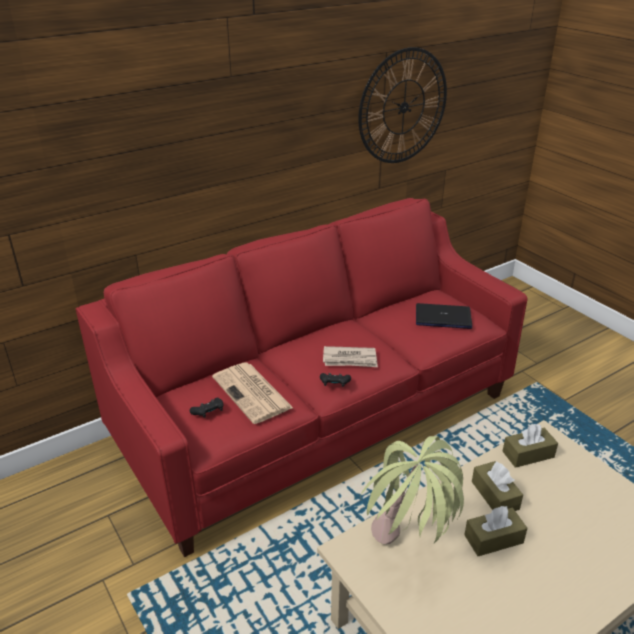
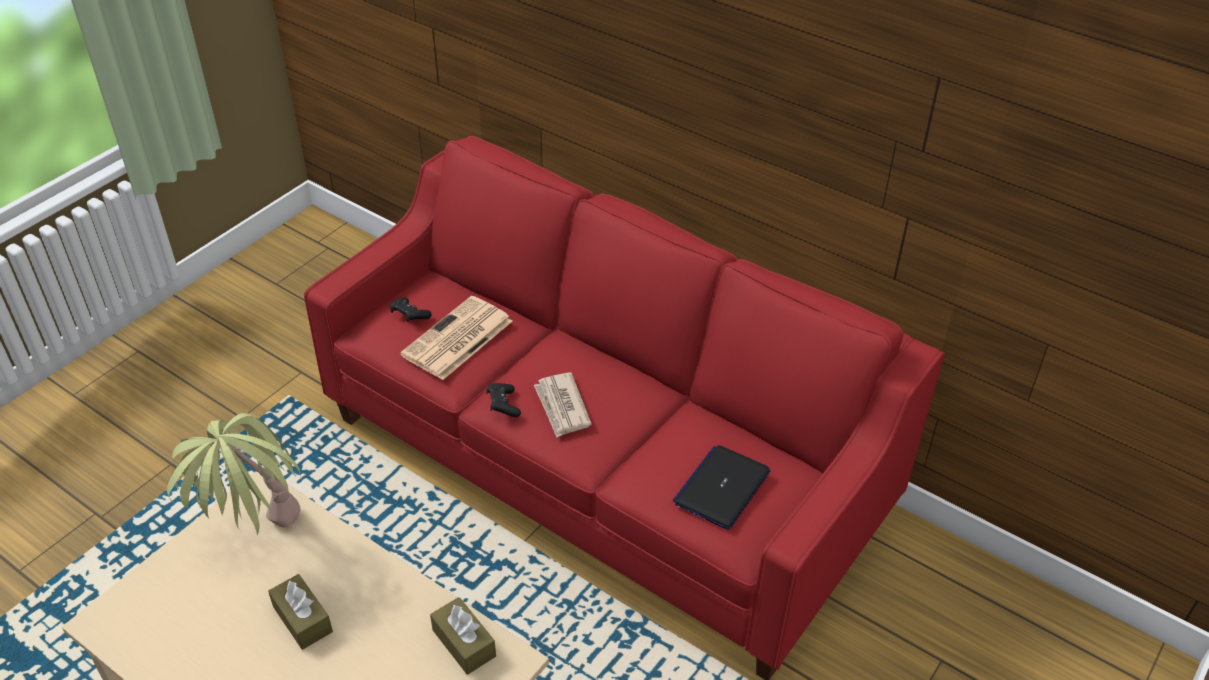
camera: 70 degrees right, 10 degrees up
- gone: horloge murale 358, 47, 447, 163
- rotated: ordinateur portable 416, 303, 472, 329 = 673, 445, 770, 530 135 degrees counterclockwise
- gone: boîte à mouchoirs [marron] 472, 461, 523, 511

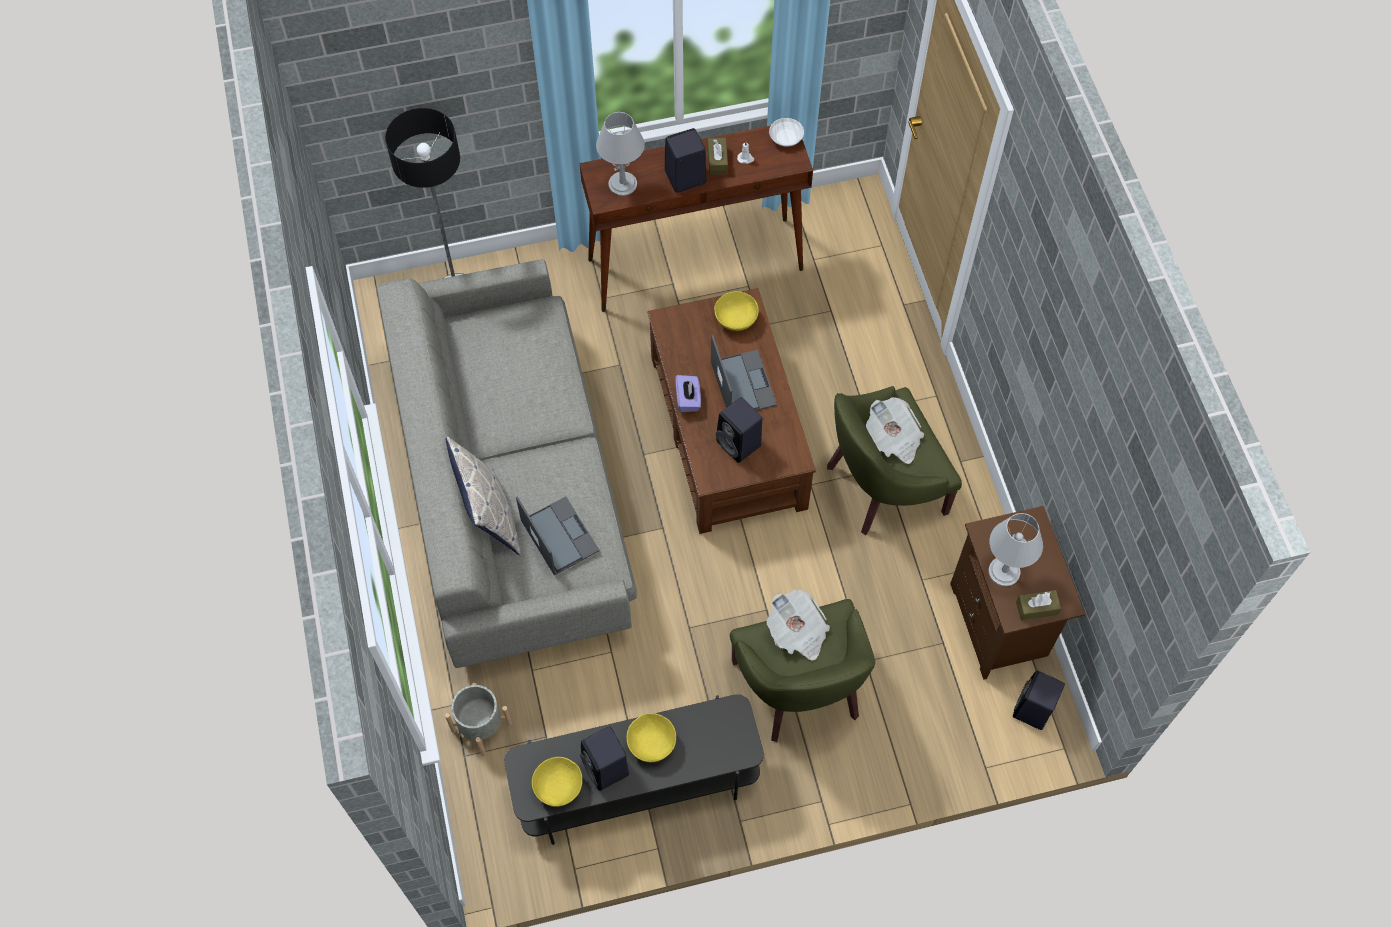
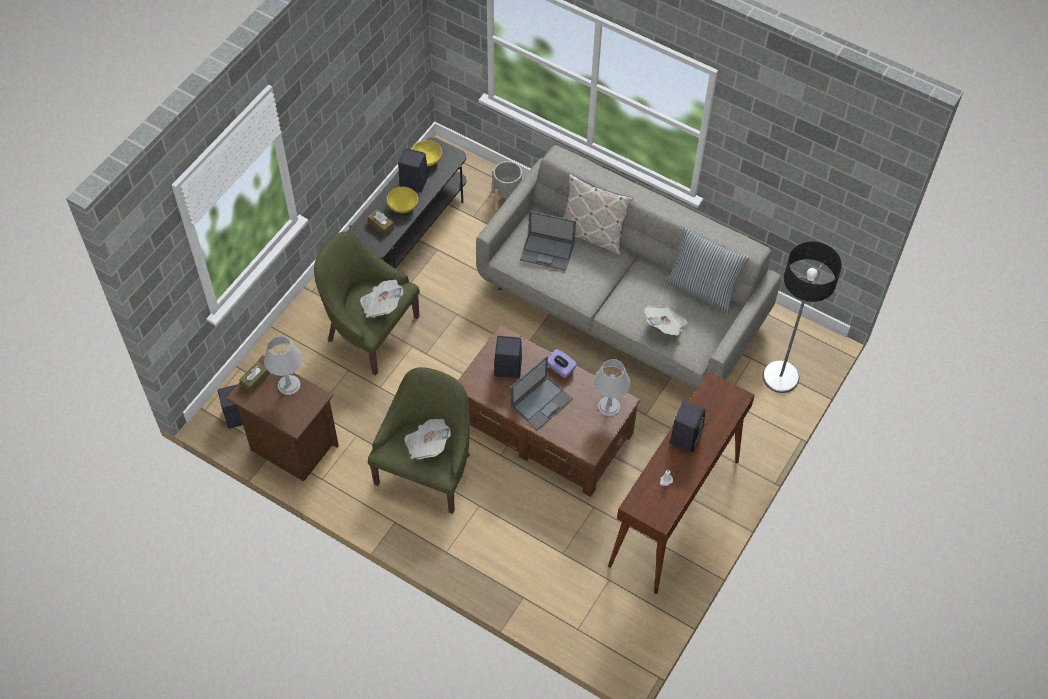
camera: 135 degrees right, 5 degrees down
- shifted: lampe de table [gris] 596, 112, 645, 196 to 593, 359, 630, 416
- gone: bol [blanc] 769, 118, 804, 147
- shifted: boîte à mouchoirs [marron] 708, 138, 728, 175 to 367, 209, 394, 236
- gone: bol [jaune] 714, 291, 759, 331
- rotated: ordinateur portable 711, 335, 777, 411 = 511, 356, 573, 430 75 degrees counterclockwise
- new: coussin 665, 227, 750, 314
- new: journal 644, 306, 688, 336

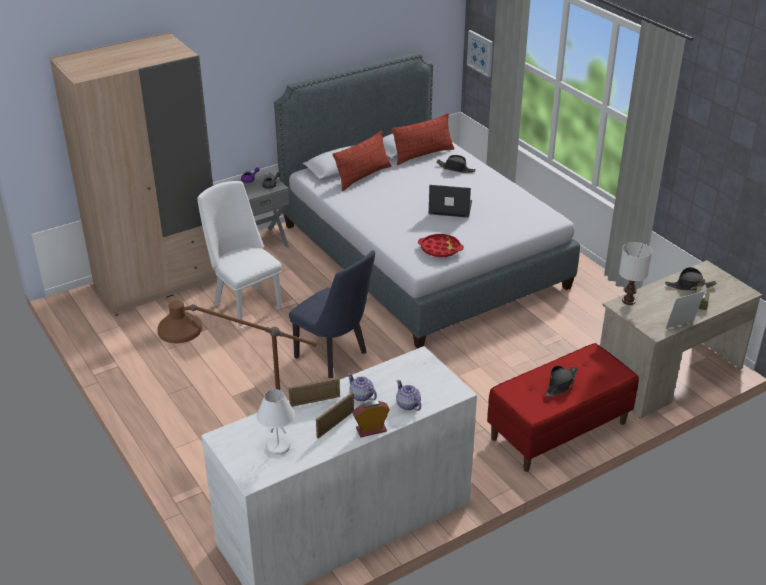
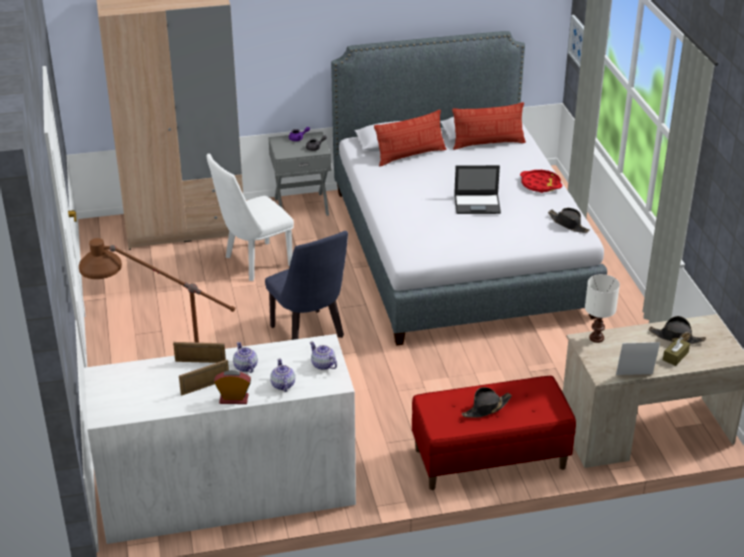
camera: 20 degrees right, 0 degrees up
- shifted: chapeau [noir] 436, 155, 476, 173 to 548, 208, 590, 233
- rotated: chaise [blanc] 197, 181, 282, 326 = 207, 154, 294, 281 105 degrees counterclockwise
- rotated: ordinateur portable 429, 185, 472, 218 = 454, 165, 501, 214 150 degrees clockwise
- shifted: plateau [rouge] 418, 234, 464, 257 to 520, 170, 562, 193
- gone: lampe de table [blanc] 257, 389, 295, 455
- new: théière 310, 341, 337, 370

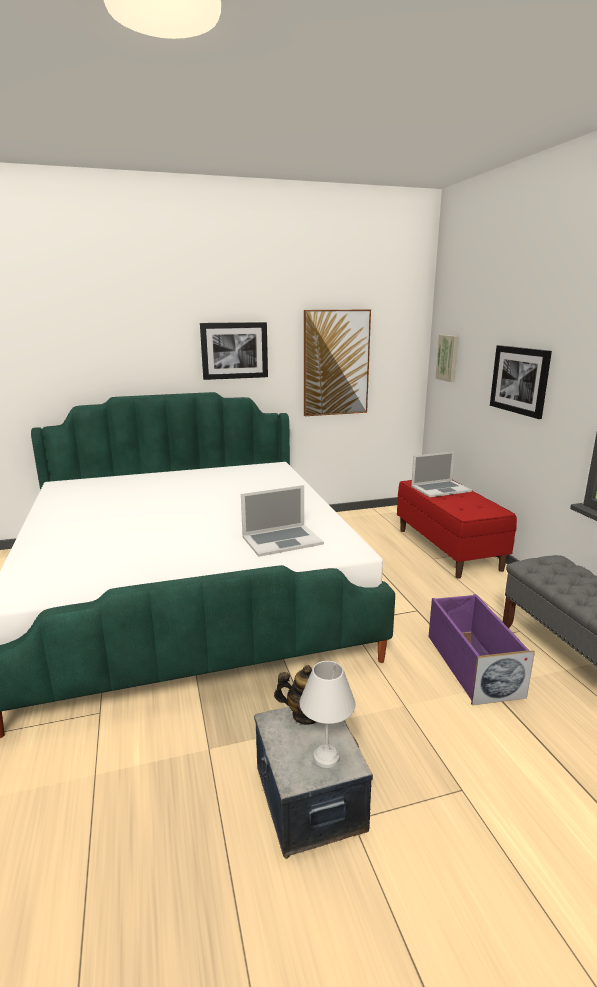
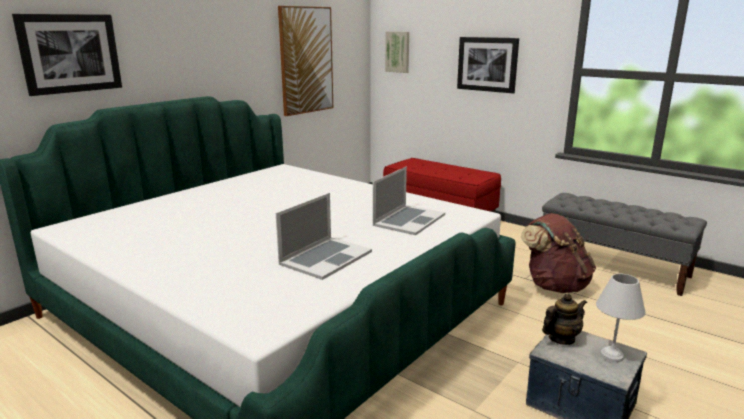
camera: 35 degrees left, 0 degrees up
- shifted: tableau 200, 322, 268, 380 to 12, 14, 122, 96
- shifted: ordinateur portable 411, 451, 472, 497 to 276, 193, 372, 280
- swapped: boîte de rangement [violet] 428, 594, 535, 705 to sac à dos [marron] 521, 213, 596, 293

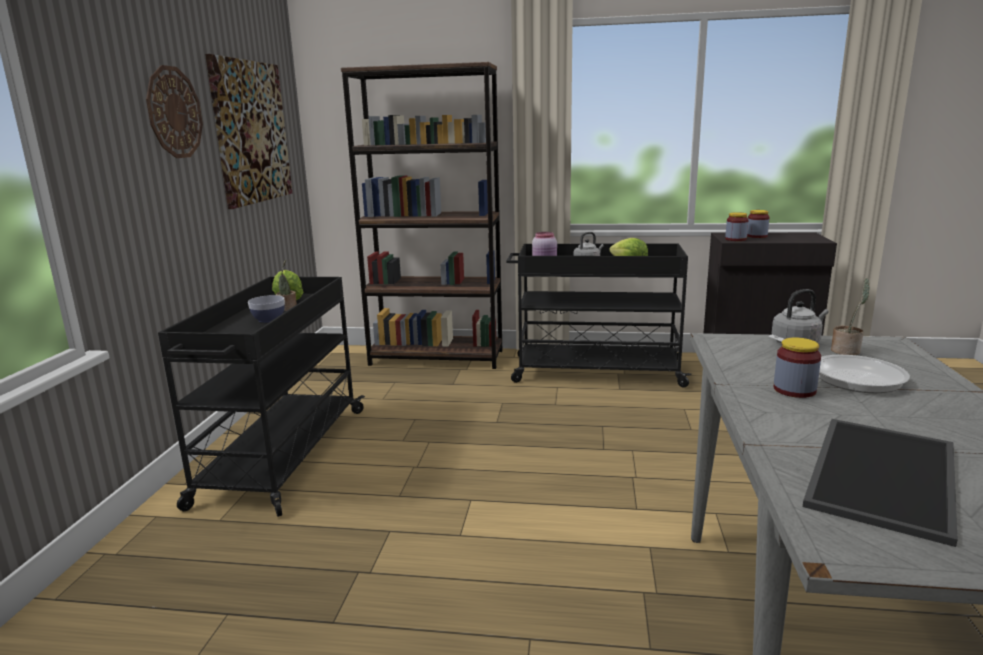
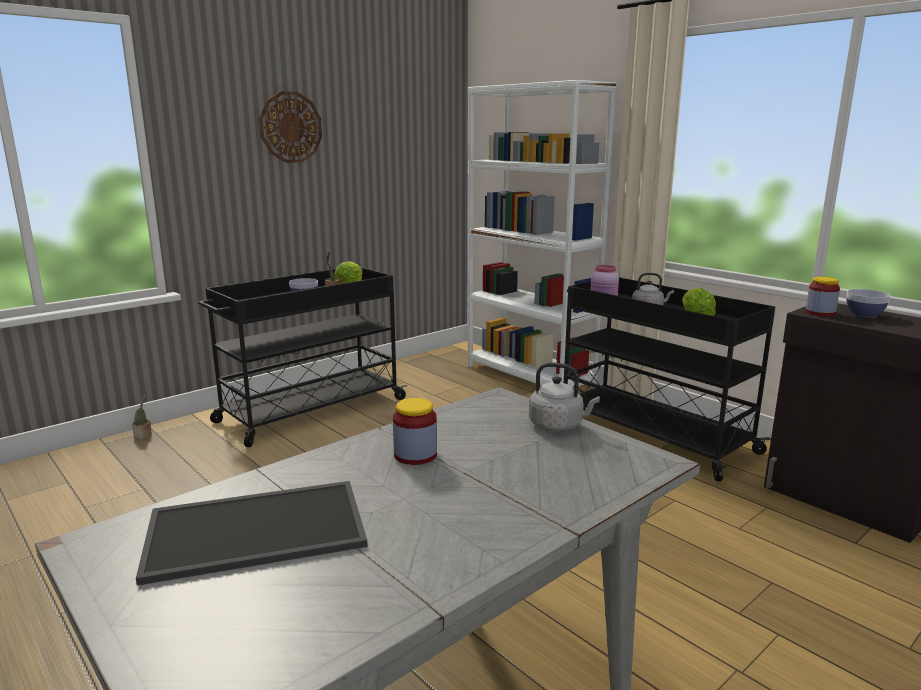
camera: 40 degrees right, 0 degrees up
- gone: tableau 205, 54, 293, 209
- repainted: bibliothèque [marron] 341, 62, 502, 369 to bibliothèque [blanc] 468, 80, 617, 388
- swapped: bocal 747, 210, 769, 238 to bol 846, 289, 890, 318
- shifted: plante en pot 831, 278, 870, 355 to 132, 394, 152, 439
- gone: poêle 769, 335, 910, 393

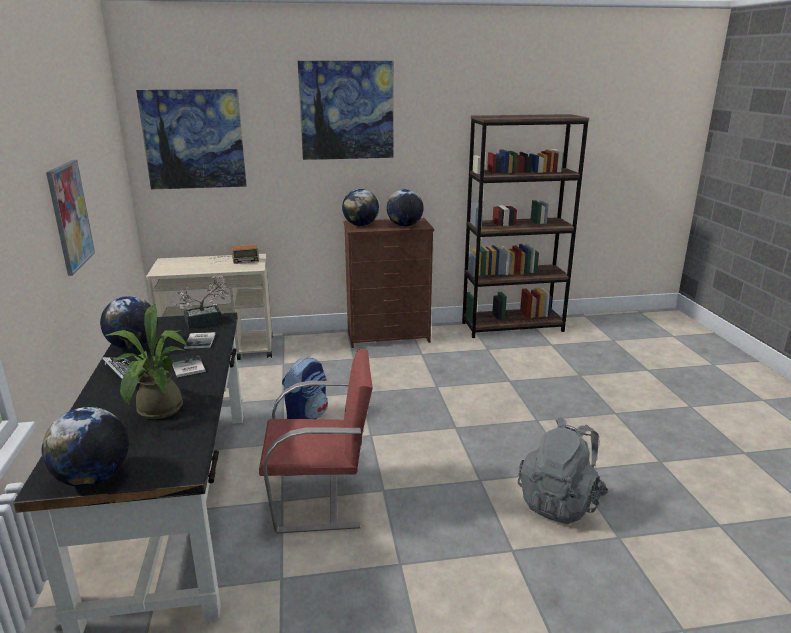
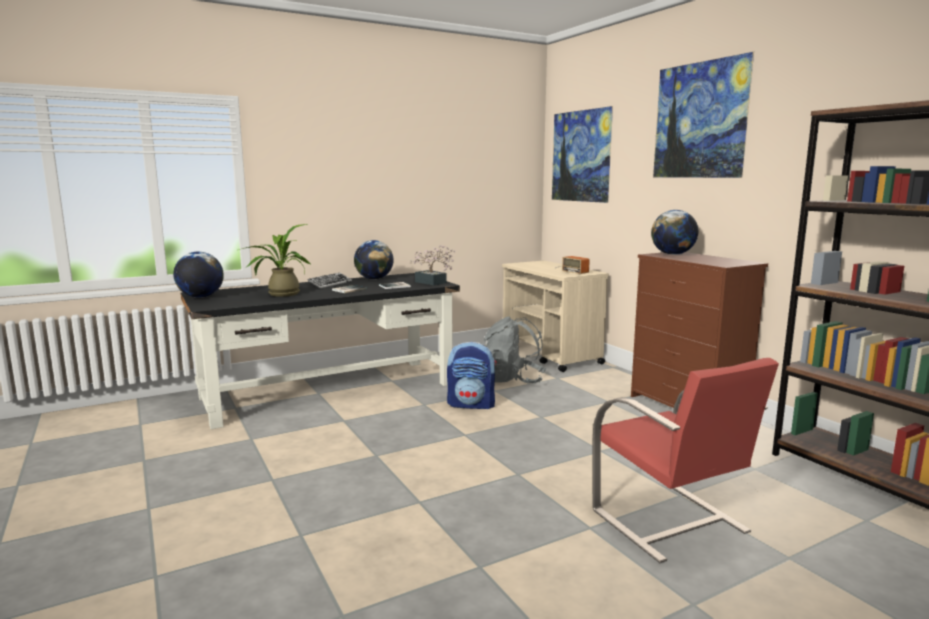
camera: 70 degrees right, 10 degrees down
- gone: tableau 46, 160, 95, 276
- gone: globe 387, 189, 424, 227
- shifted: chaise [rouge] 259, 349, 373, 533 to 593, 358, 779, 563
- shifted: sac à dos [gris] 518, 417, 608, 524 to 482, 316, 546, 384

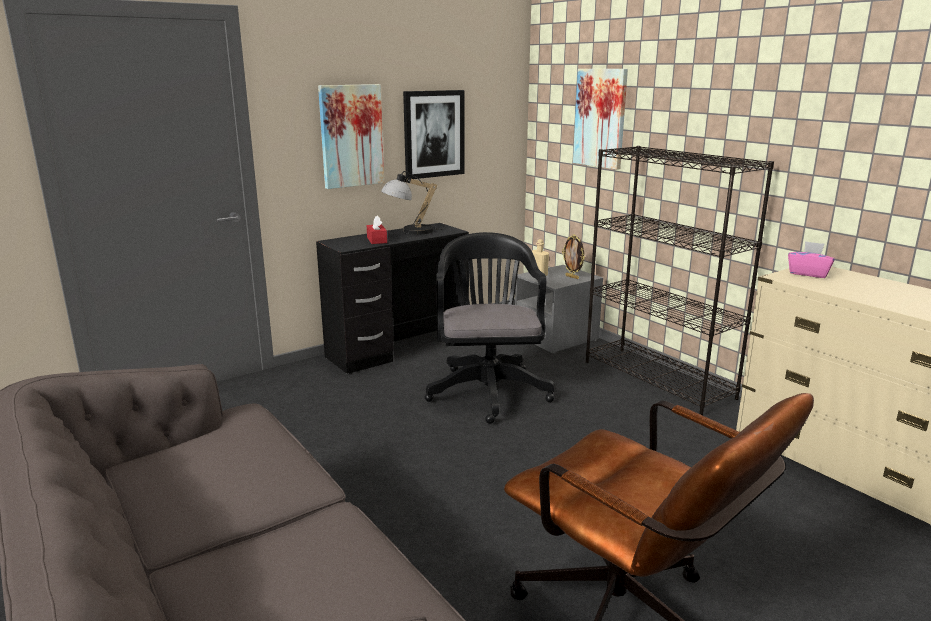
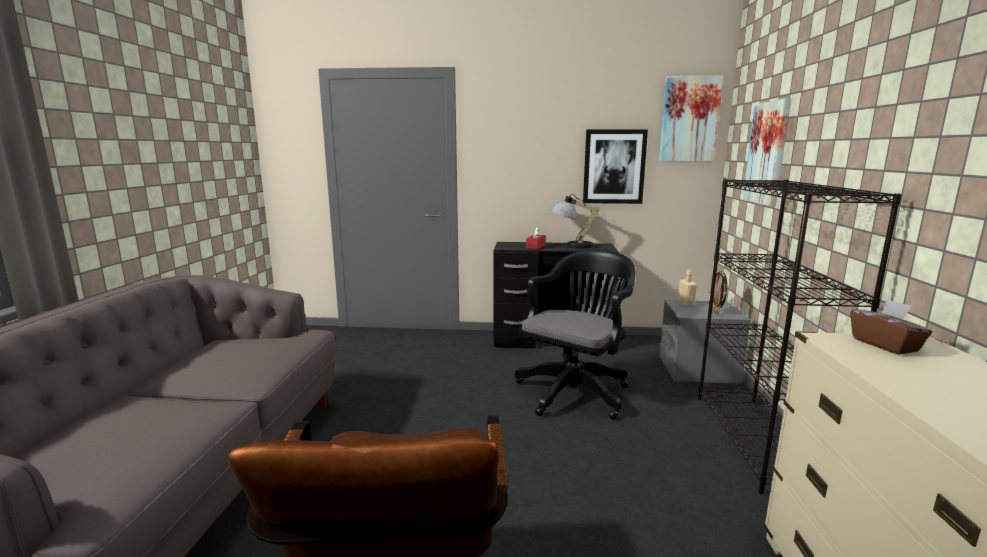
camera: 40 degrees right, 5 degrees down
- shifted: tableau 318, 84, 384, 189 to 659, 75, 723, 161
- repainted: boîte à mouchoirs [rose] 788, 241, 835, 278 to boîte à mouchoirs [marron] 850, 299, 932, 355

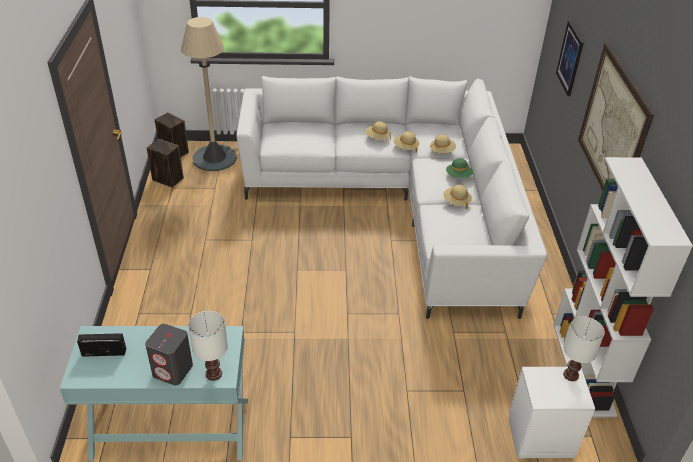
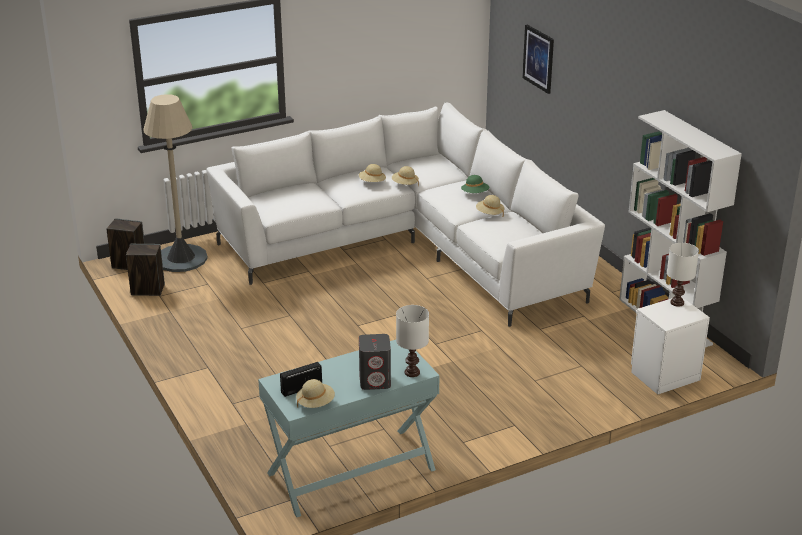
camera: 25 degrees left, 10 degrees down
- gone: tableau 578, 43, 654, 192
- shifted: chapeau [beige] 430, 134, 456, 153 to 296, 379, 335, 408

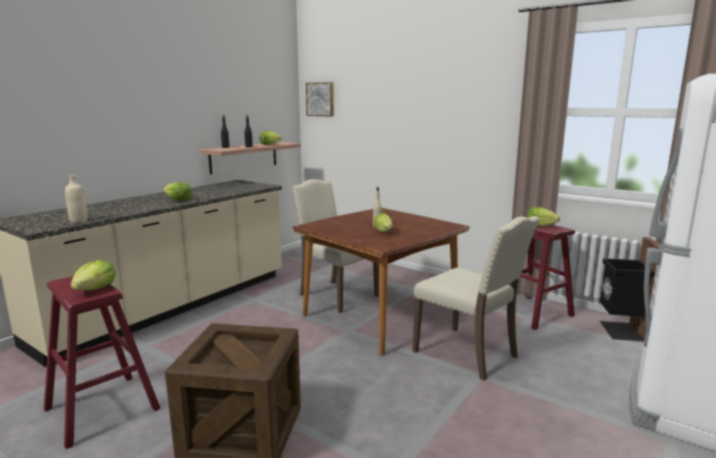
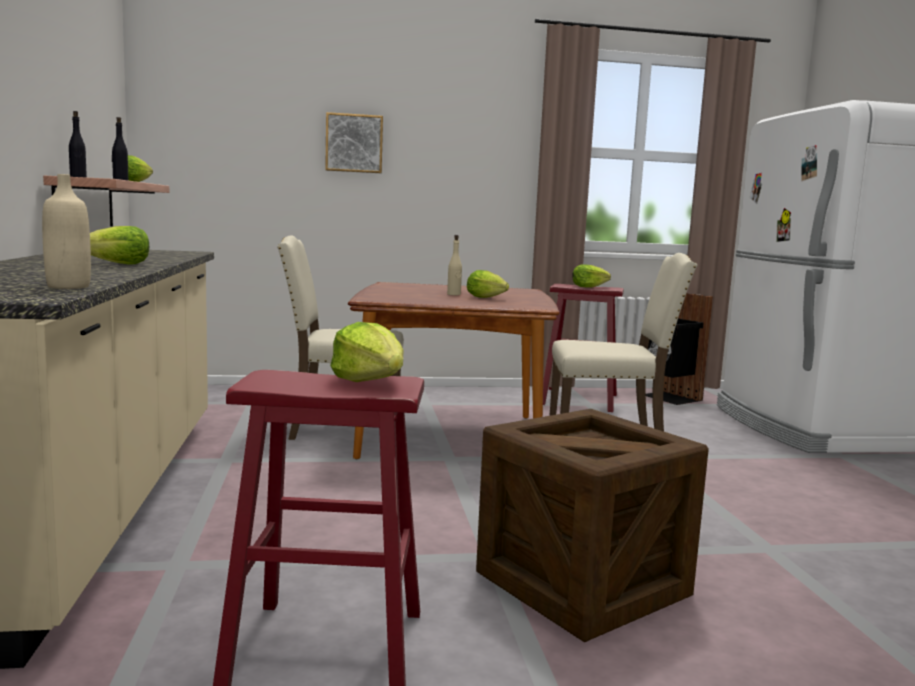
camera: 45 degrees left, 5 degrees down
- shifted: tableau 306, 82, 334, 116 to 325, 112, 383, 173

